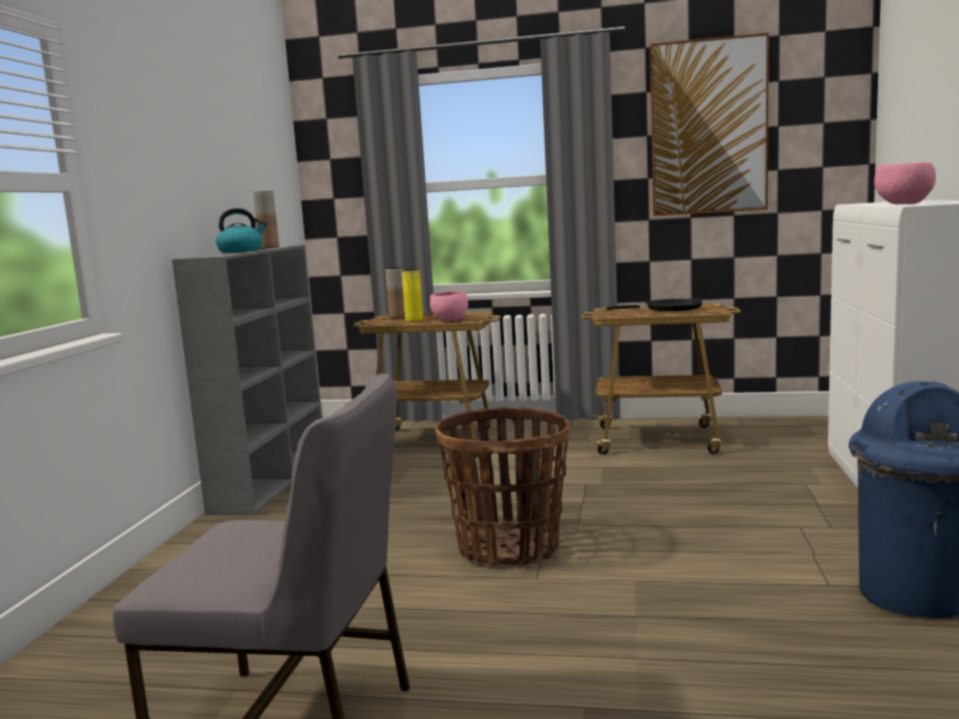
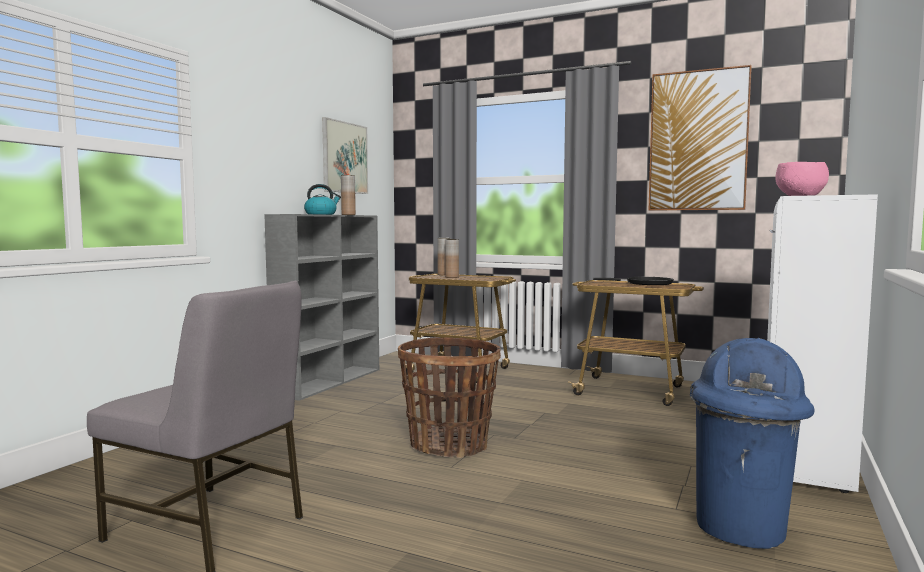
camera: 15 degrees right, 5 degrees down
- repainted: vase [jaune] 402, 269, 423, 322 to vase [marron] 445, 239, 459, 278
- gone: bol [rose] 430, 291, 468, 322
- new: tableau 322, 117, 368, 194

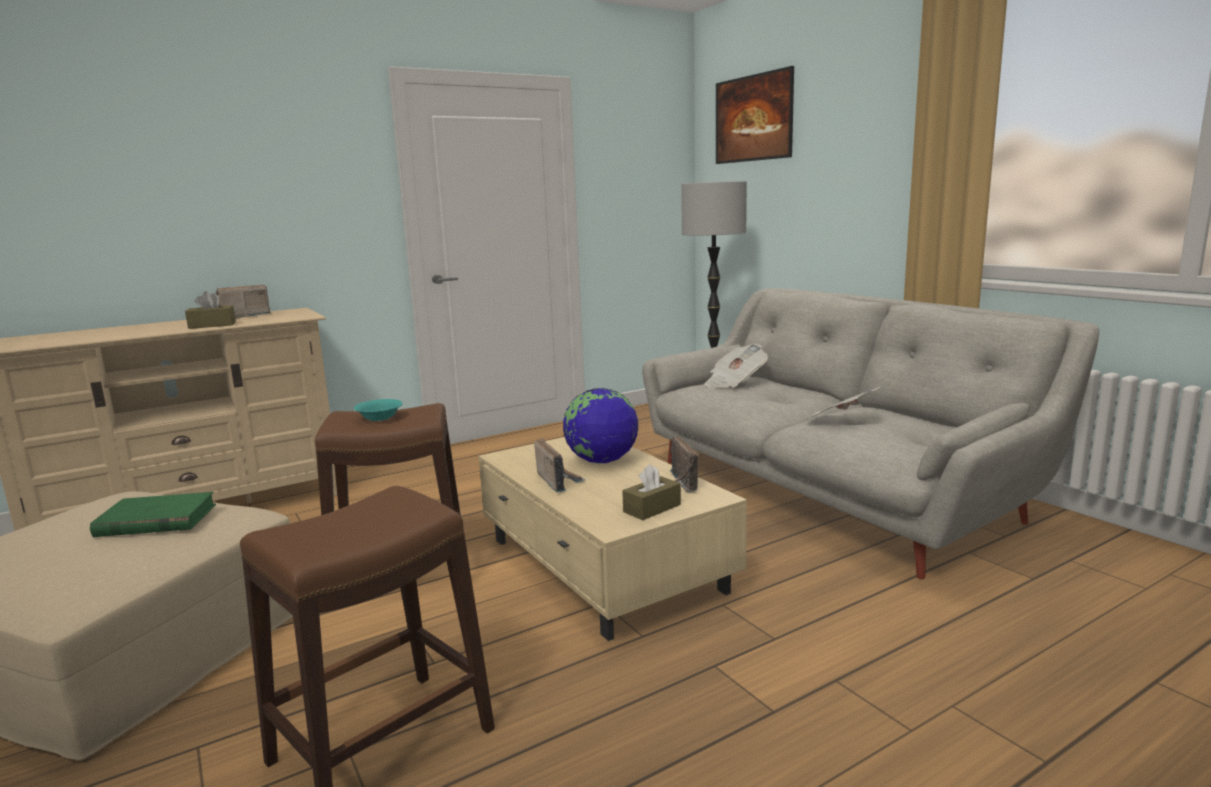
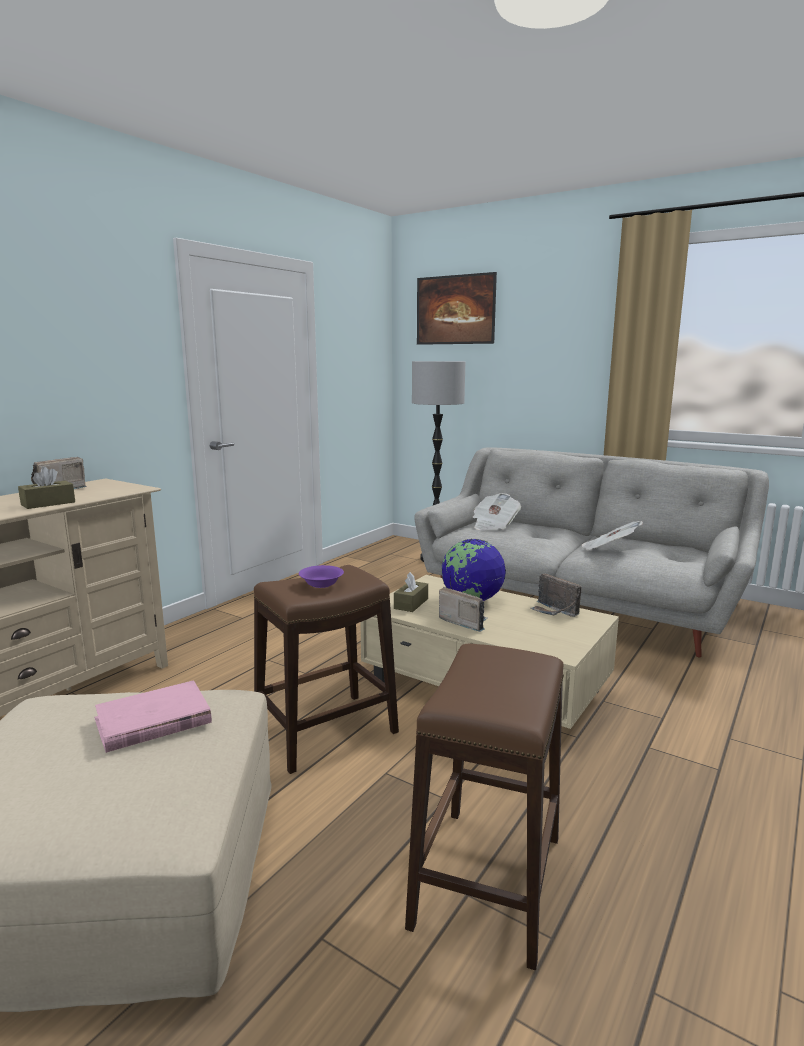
camera: 25 degrees left, 0 degrees up
- repainted: bol [turquoise] 354, 399, 403, 421 to bol [violet] 299, 565, 344, 588
- shifted: boîte à mouchoirs [marron] 622, 464, 681, 520 to 394, 572, 428, 612
- repainted: livre [vert] 90, 492, 216, 537 to livre [rose] 94, 680, 212, 753

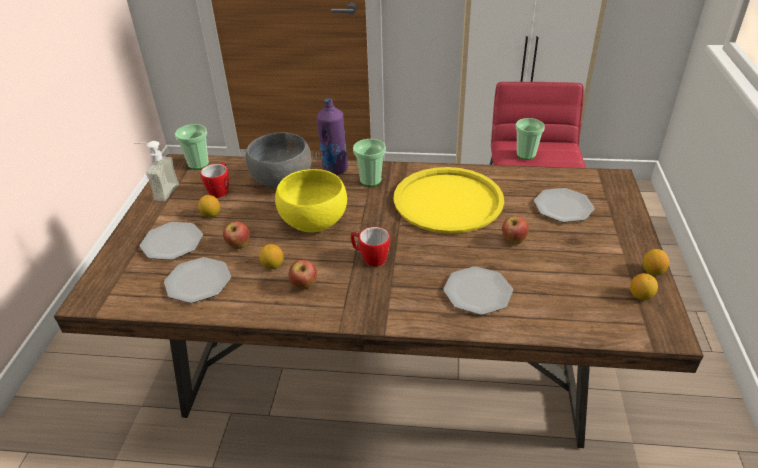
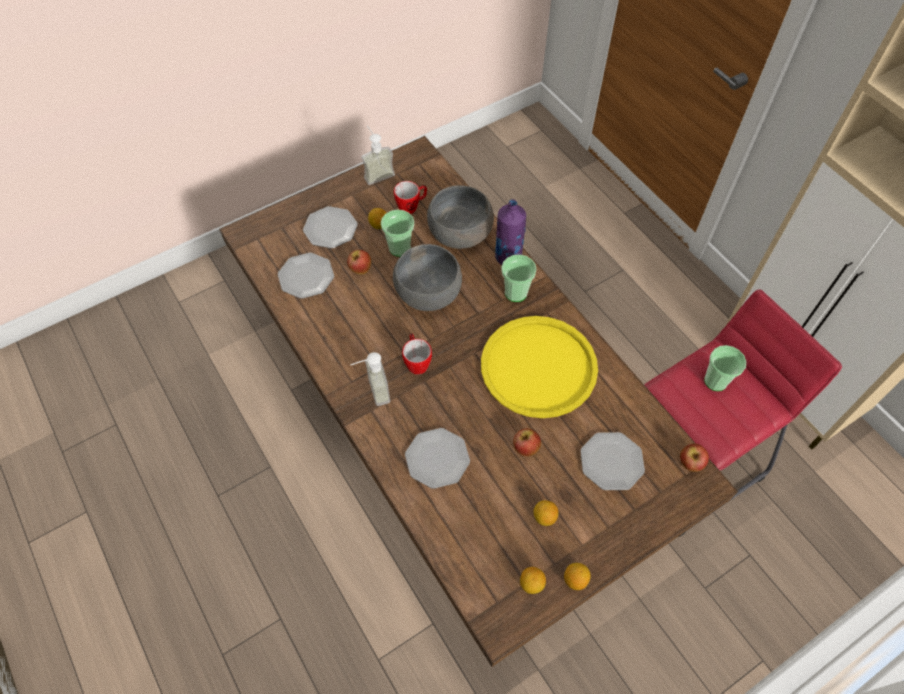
camera: 50 degrees right, 20 degrees up
- shifted: tasse 175, 124, 209, 170 to 381, 210, 414, 257
- repainted: bol [jaune] 275, 169, 347, 233 to bol [gris] 393, 244, 462, 311
- shifted: citron 259, 244, 284, 269 to 534, 500, 559, 526
- shifted: pomme 288, 260, 317, 290 to 680, 444, 709, 472
- new: distributeur de savon 350, 352, 390, 406

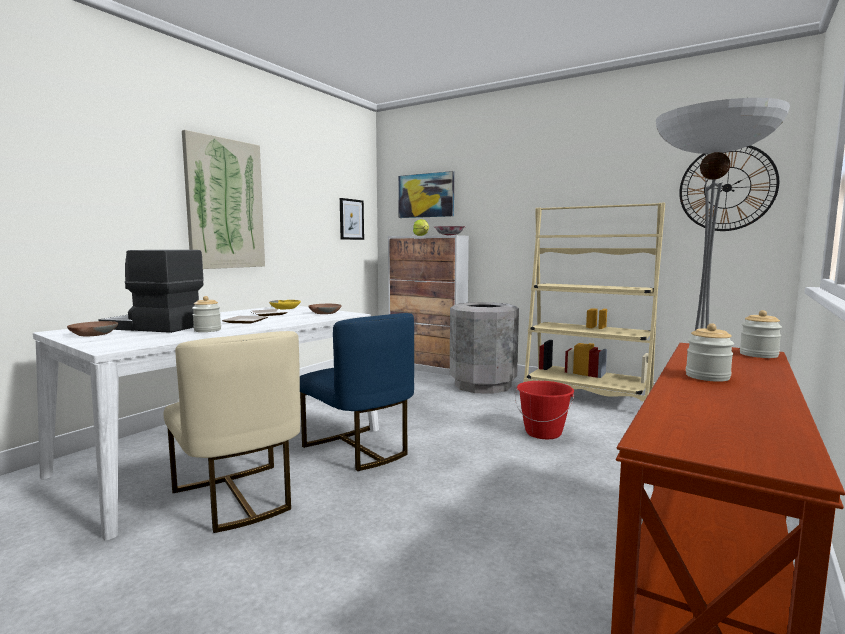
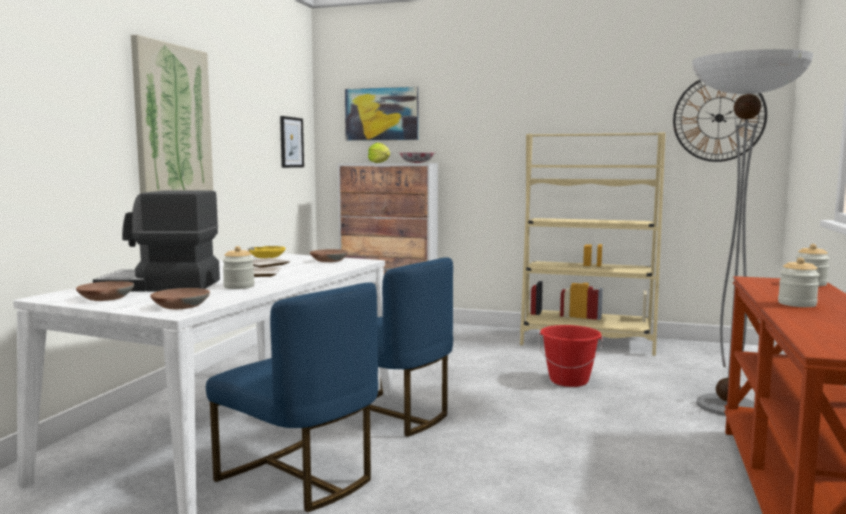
camera: 15 degrees left, 0 degrees up
- gone: poubelle [gris] 450, 302, 519, 394
- repainted: chaise [beige] 164, 331, 300, 533 to chaise [bleu] 206, 282, 378, 512
- new: bol [marron] 150, 288, 210, 309

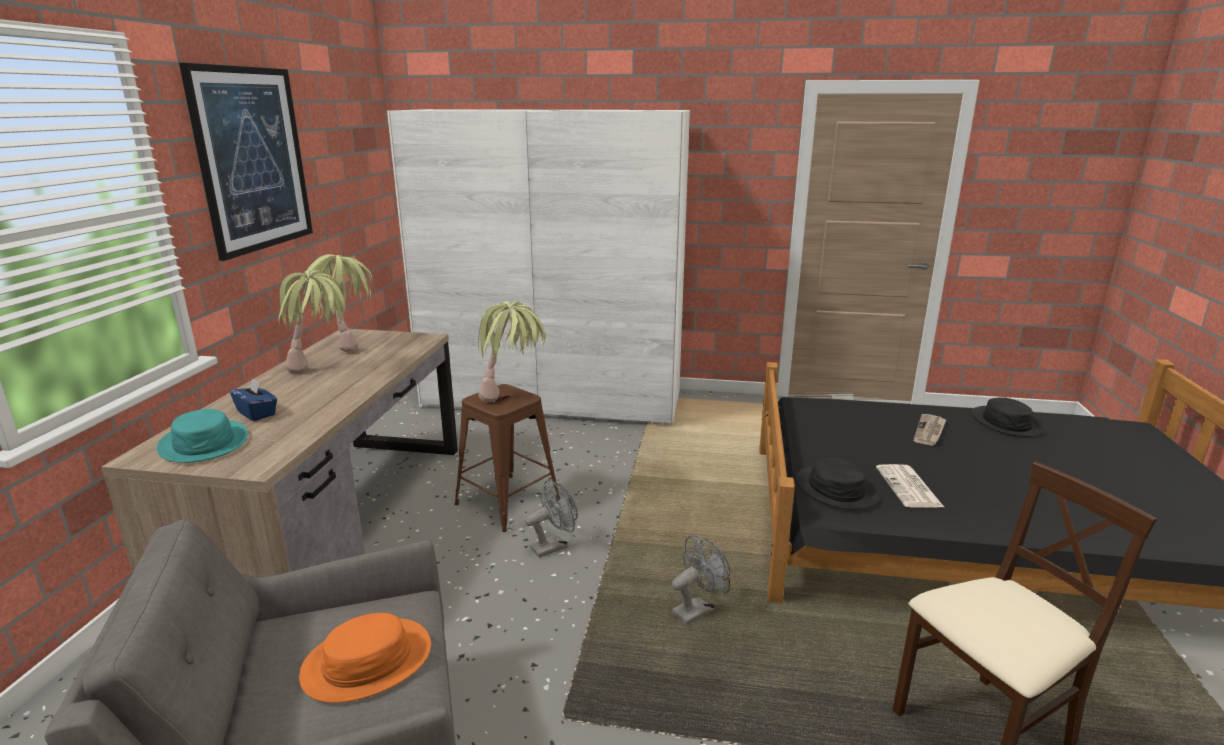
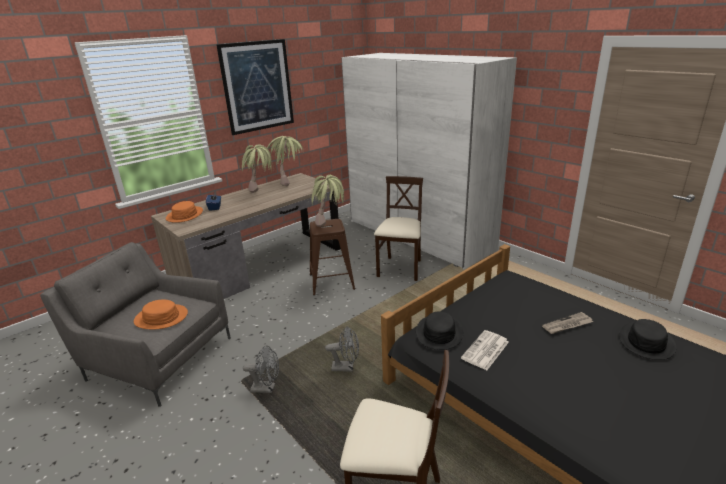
camera: 40 degrees right, 5 degrees up
- repainted: chapeau [turquoise] 157, 409, 248, 463 to chapeau [orange] 166, 201, 203, 223
- shifted: ventilateur [gris] 525, 480, 578, 558 to 243, 346, 279, 393
- new: chaise [beige] 374, 176, 423, 281

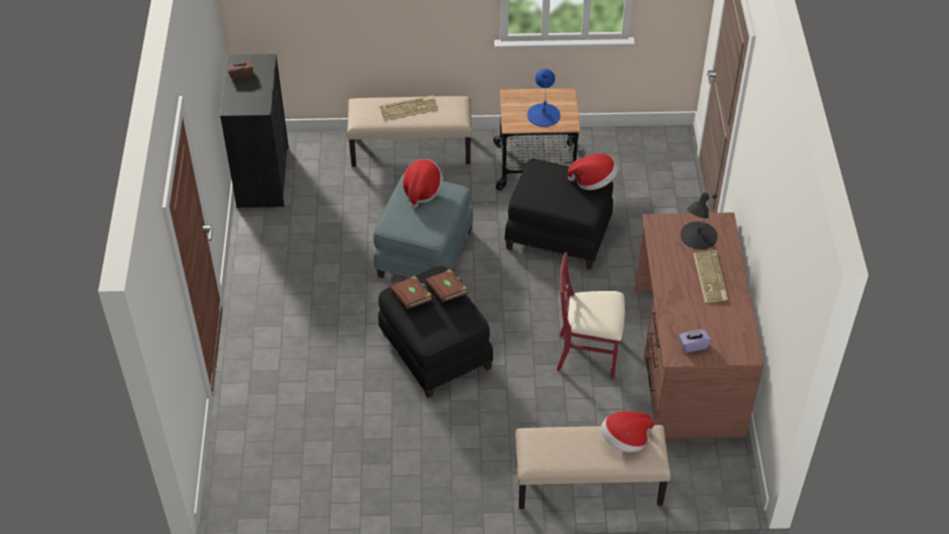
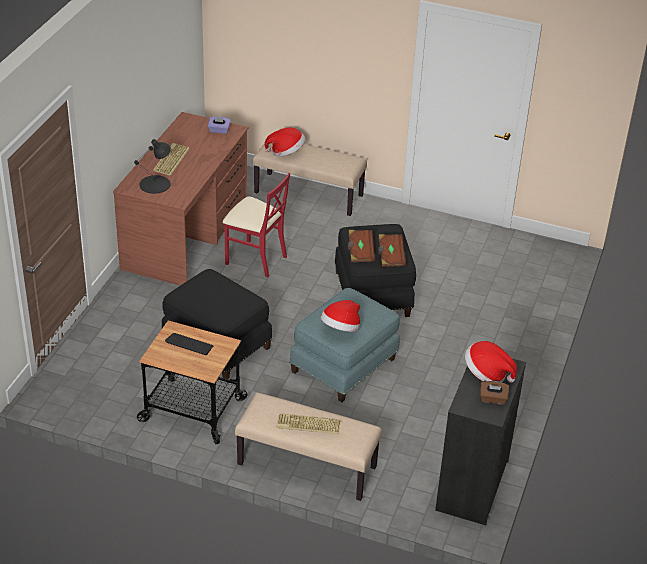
camera: 160 degrees left, 10 degrees down
- swapped: lampe de table [bleu] 527, 69, 560, 127 to clavier 165, 333, 214, 355
- shifted: chapeau 568, 154, 618, 190 to 465, 341, 517, 383

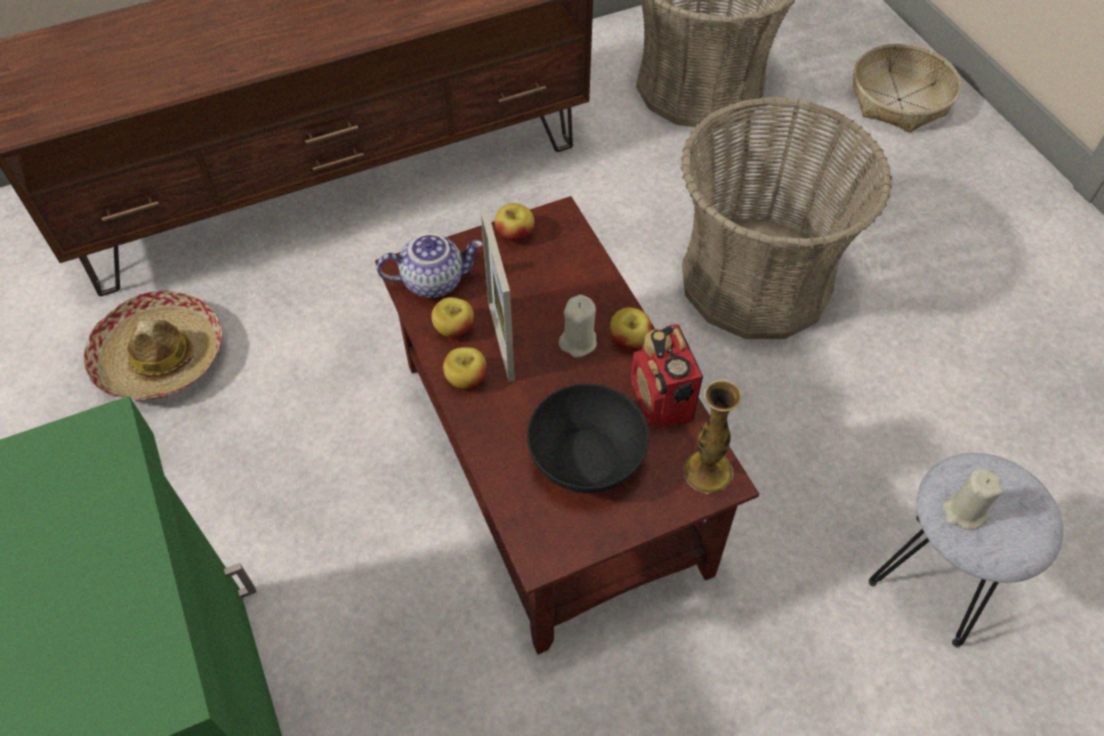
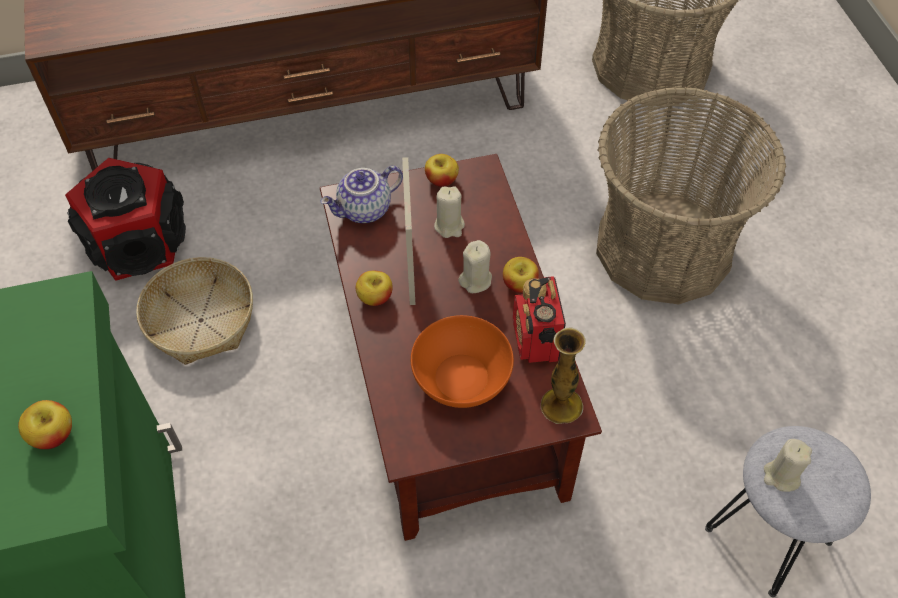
camera: 10 degrees right, 0 degrees up
- shifted: panier 853, 43, 961, 133 to 136, 257, 253, 365
- rotated: théière 377, 233, 483, 298 = 320, 165, 403, 223 150 degrees clockwise
- swapped: chapeau 83, 290, 222, 401 to enceinte 65, 158, 186, 281
- shifted: pomme 431, 297, 474, 338 to 18, 400, 72, 449
- repainted: bol [noir] 527, 384, 649, 493 to bol [orange] 411, 315, 514, 408
- new: bougie [beige] 434, 186, 465, 238

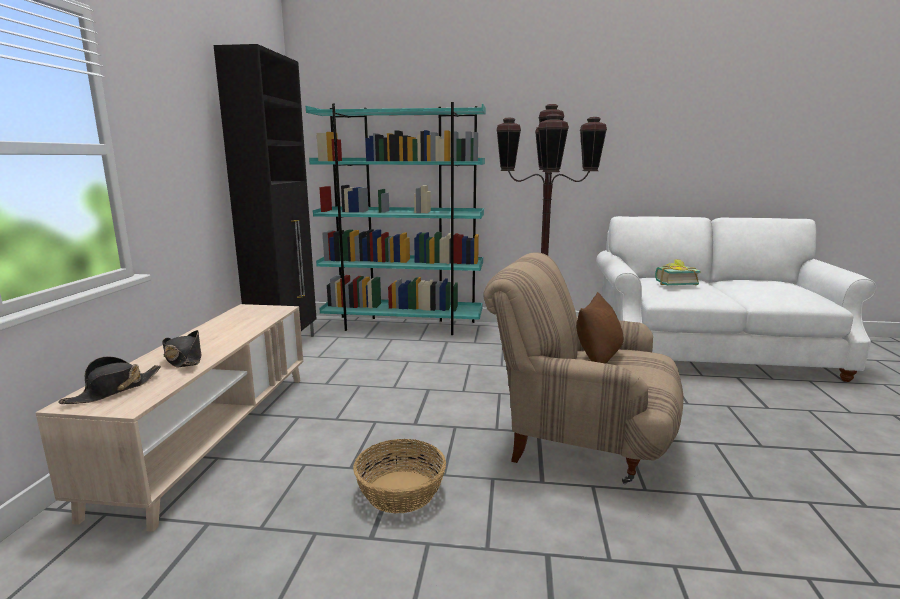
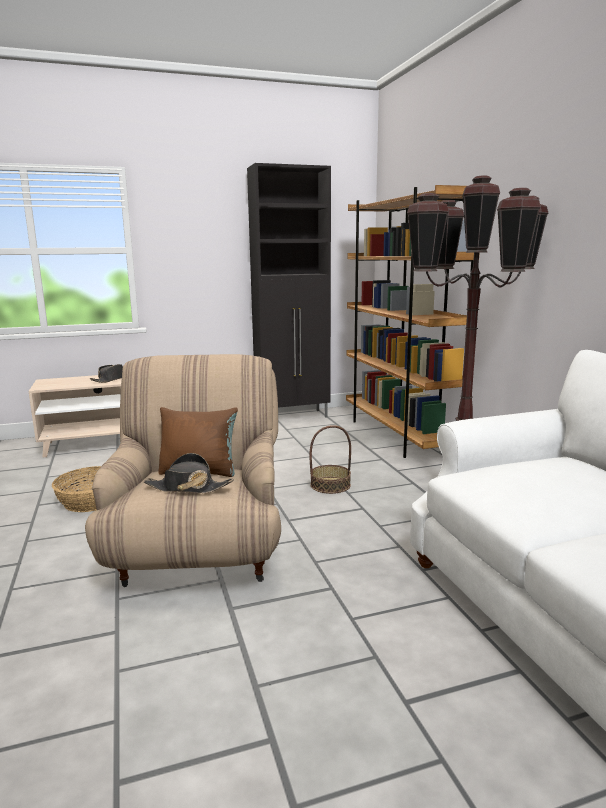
camera: 65 degrees right, 0 degrees up
- repainted: bibliothèque [turquoise] 306, 102, 486, 335 to bibliothèque [marron] 346, 185, 474, 458
- gone: livre 655, 259, 701, 285
- shifted: chapeau [noir] 59, 357, 161, 404 to 144, 453, 234, 493
- new: panier 309, 425, 351, 494

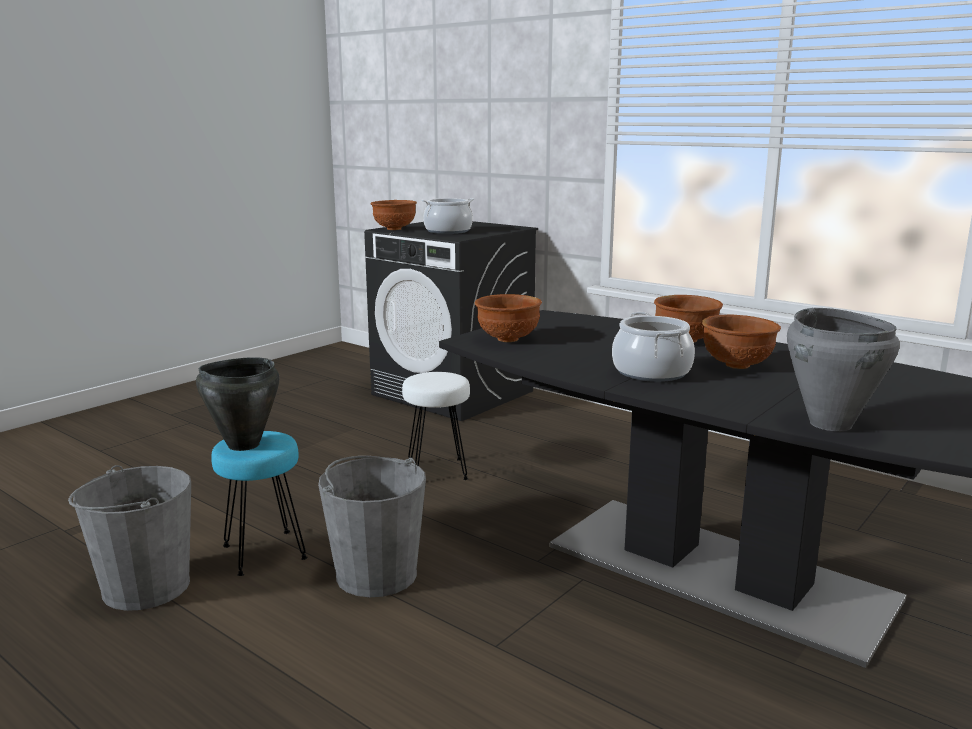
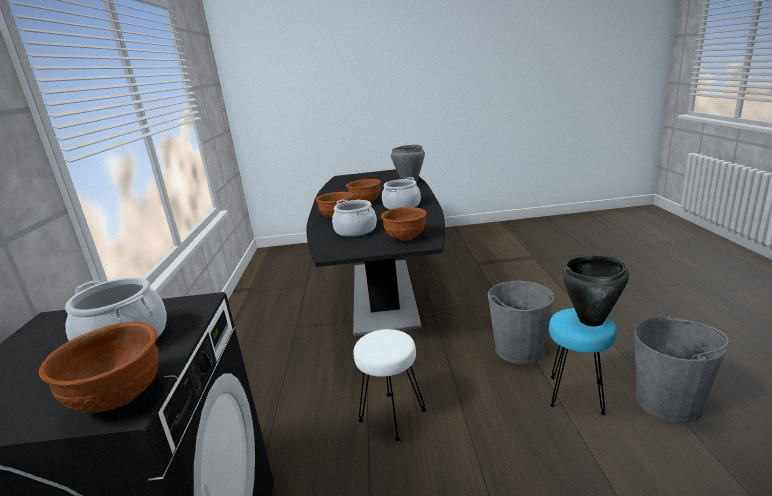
camera: 130 degrees left, 5 degrees up
- new: marmite 332, 200, 377, 237

